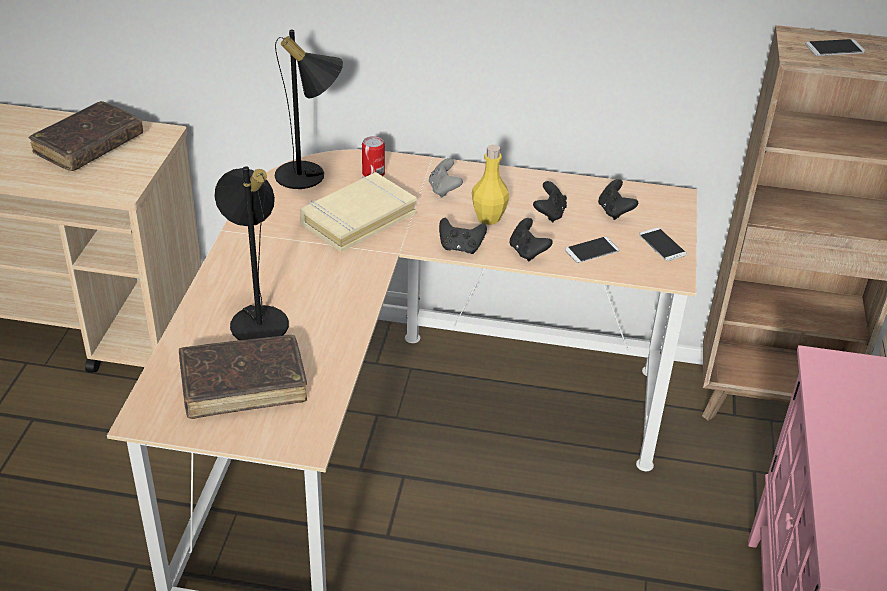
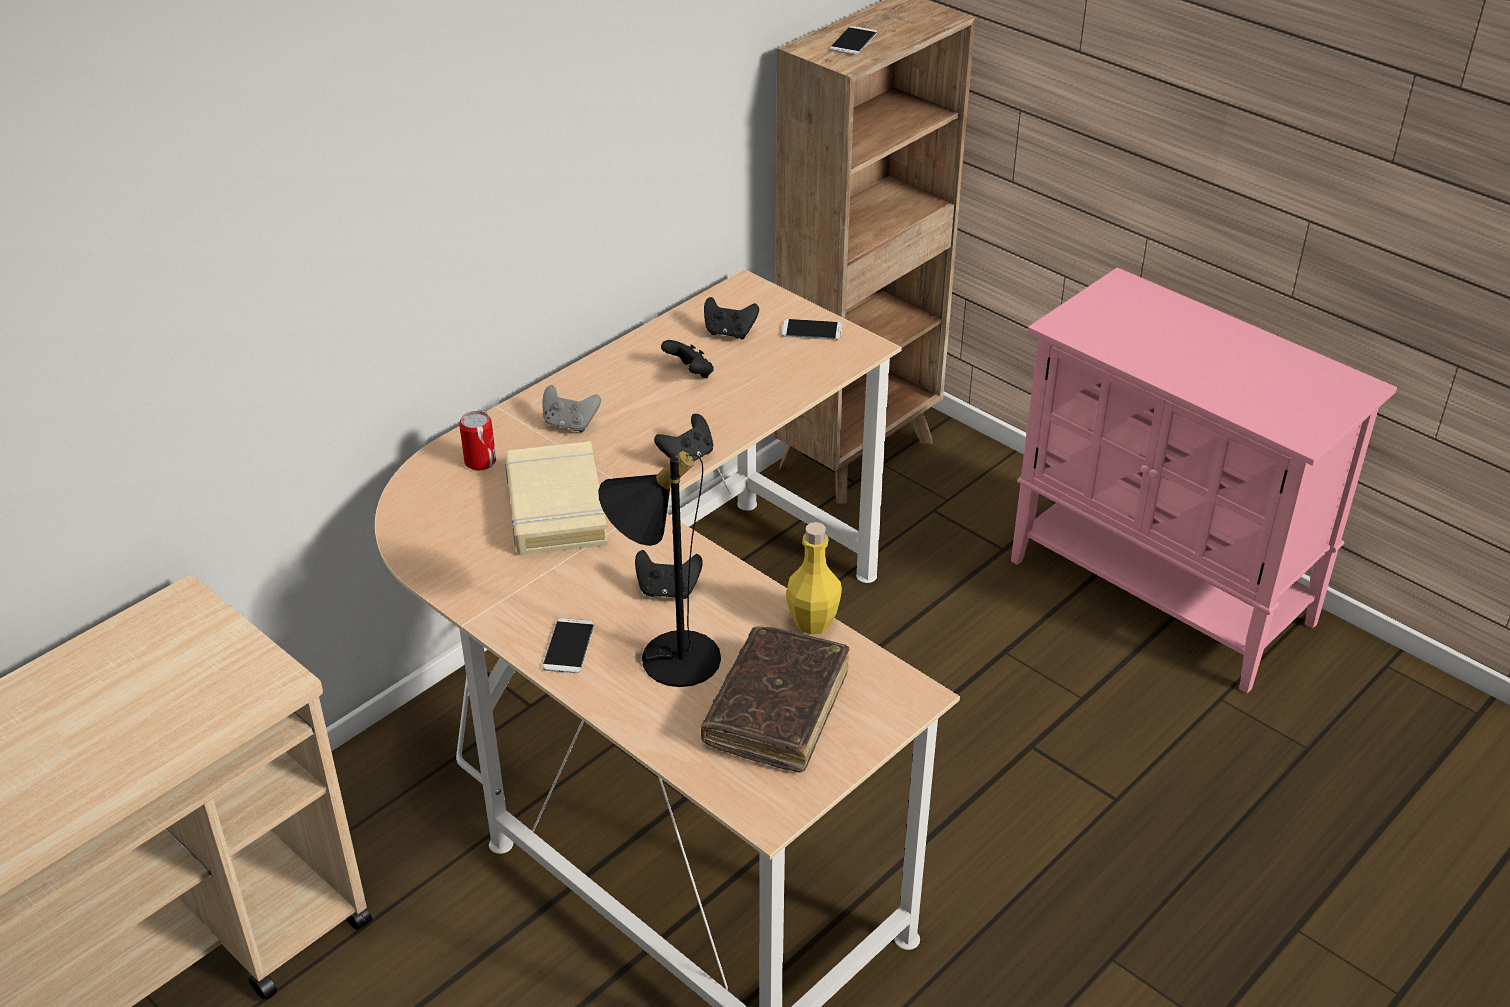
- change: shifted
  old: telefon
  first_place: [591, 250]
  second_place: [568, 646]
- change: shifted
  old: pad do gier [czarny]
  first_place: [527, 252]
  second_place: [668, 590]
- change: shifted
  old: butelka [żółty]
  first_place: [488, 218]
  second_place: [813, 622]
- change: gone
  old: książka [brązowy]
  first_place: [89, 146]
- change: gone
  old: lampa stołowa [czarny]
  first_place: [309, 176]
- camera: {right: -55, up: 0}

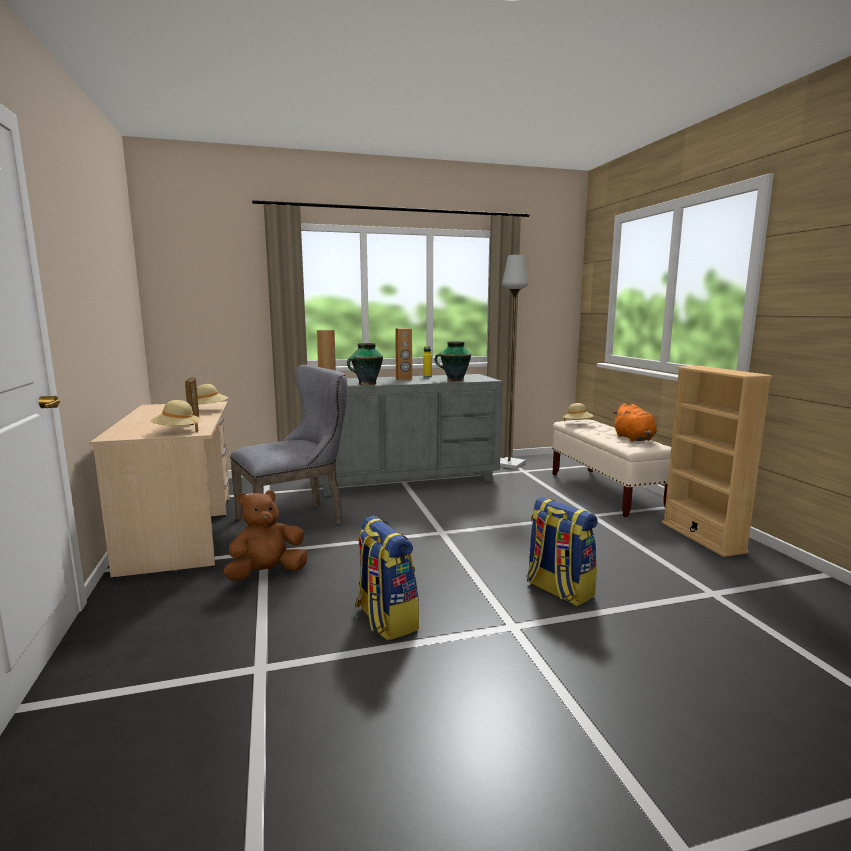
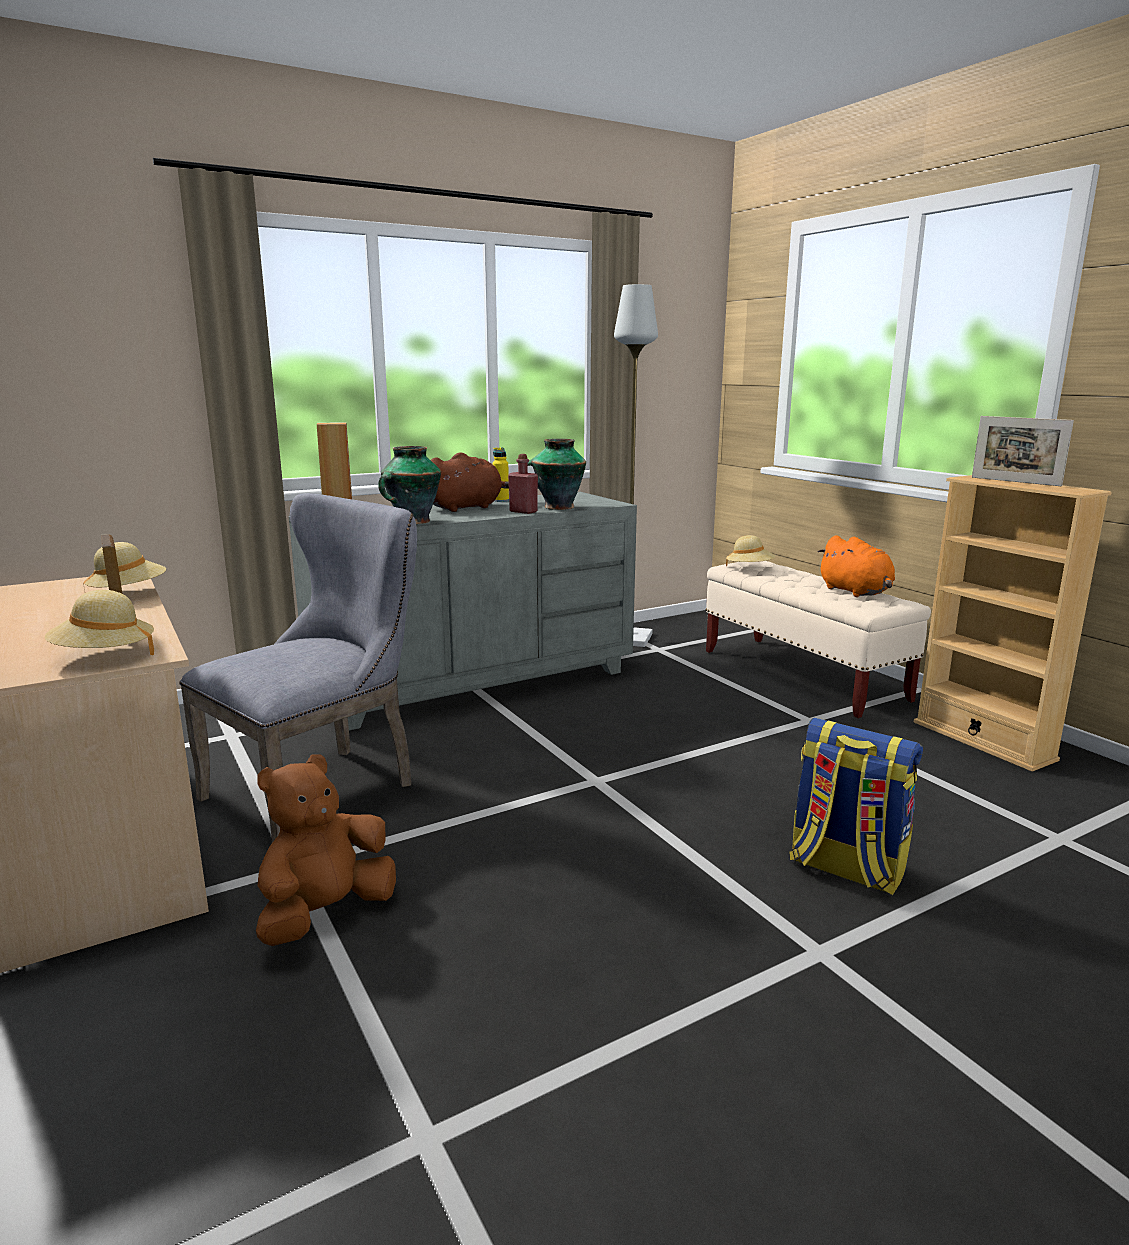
- change: swapped
  old: głośnik [brązowy]
  new: pluszak [brązowy]
  first_place: [404, 379]
  second_place: [466, 507]
- change: new
  new: butelka [czerwony]
  second_place: [523, 511]
- change: new
  new: ramka na zdjęcie
  second_place: [1015, 481]
- change: gone
  old: plecak
  first_place: [385, 620]
- camera: {right: -15, up: 5}

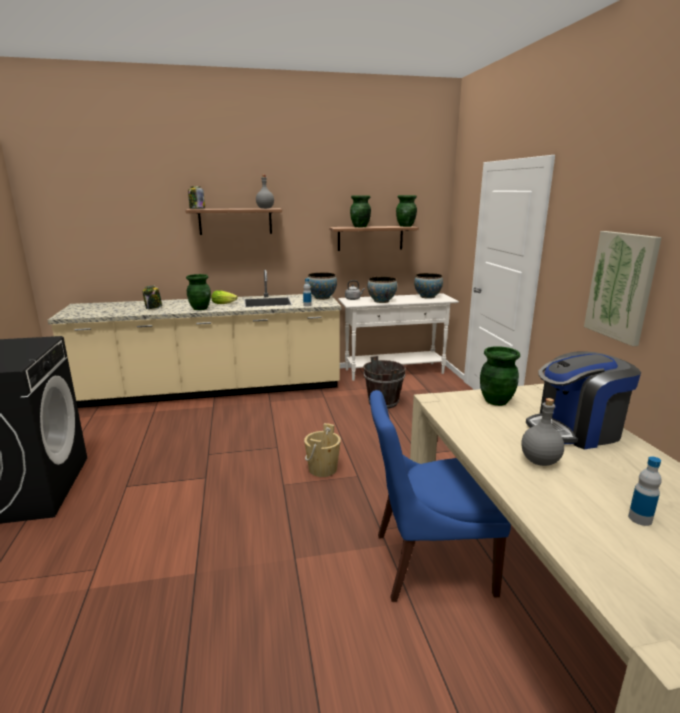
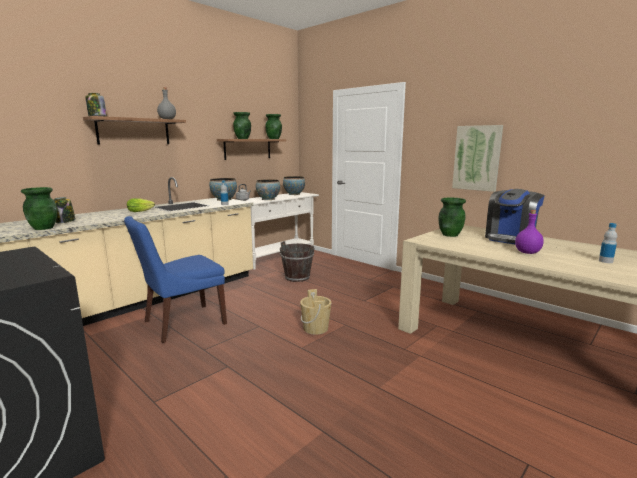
- change: shifted
  old: wazon [zielony]
  first_place: [200, 308]
  second_place: [44, 228]
- change: shifted
  old: krzesło [niebieski]
  first_place: [428, 564]
  second_place: [182, 323]
- change: repainted
  old: butelka [szary]
  new: butelka [fioletowy]
  first_place: [540, 461]
  second_place: [527, 252]
- camera: {right: -35, up: -5}

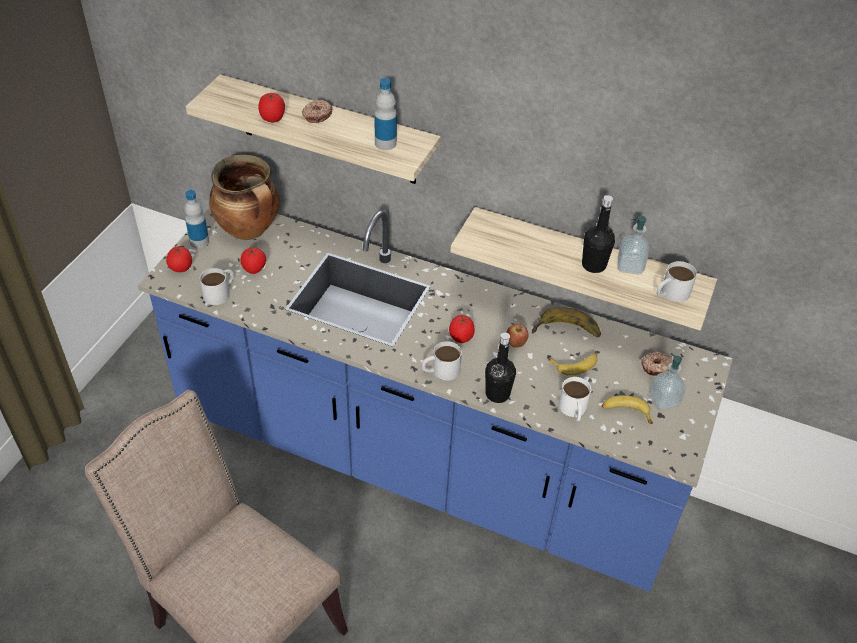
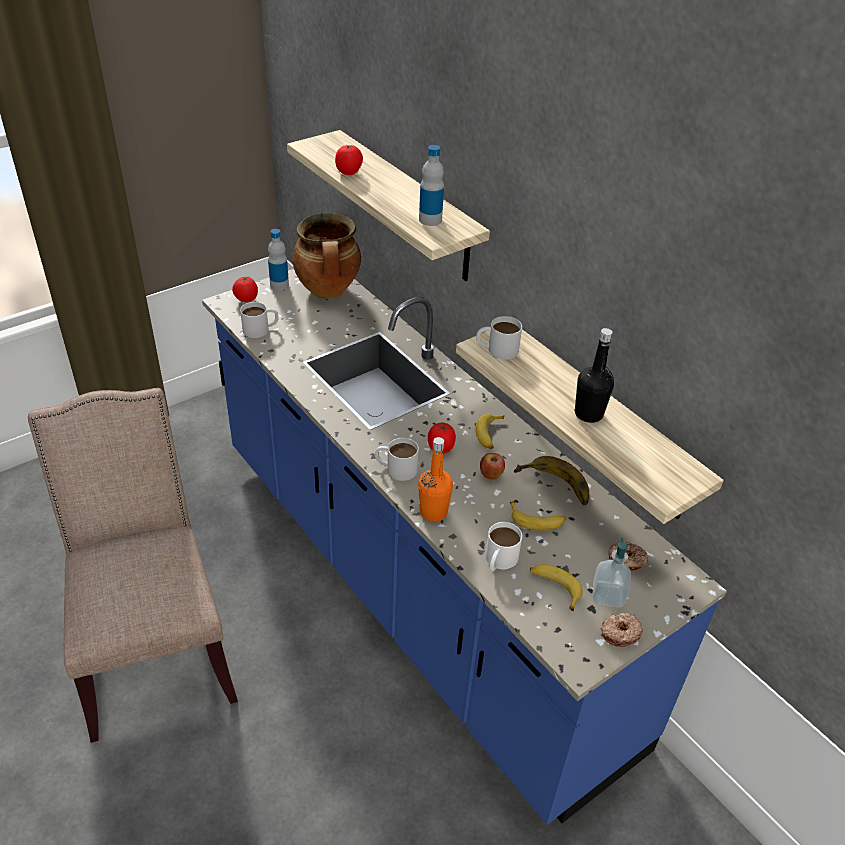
- change: repainted
  old: butelka [czarny]
  new: butelka [pomarańczowy]
  first_place: [497, 394]
  second_place: [433, 512]
- change: new
  new: banan
  second_place: [490, 435]
- change: shifted
  old: kubek [biały]
  first_place: [670, 294]
  second_place: [496, 349]
- change: shifted
  old: donut
  first_place: [317, 115]
  second_place: [620, 633]
- change: gone
  old: pomidor
  first_place: [254, 269]
- change: gone
  old: dozownik mydła
  first_place: [630, 266]
- camera: {right: 30, up: -5}

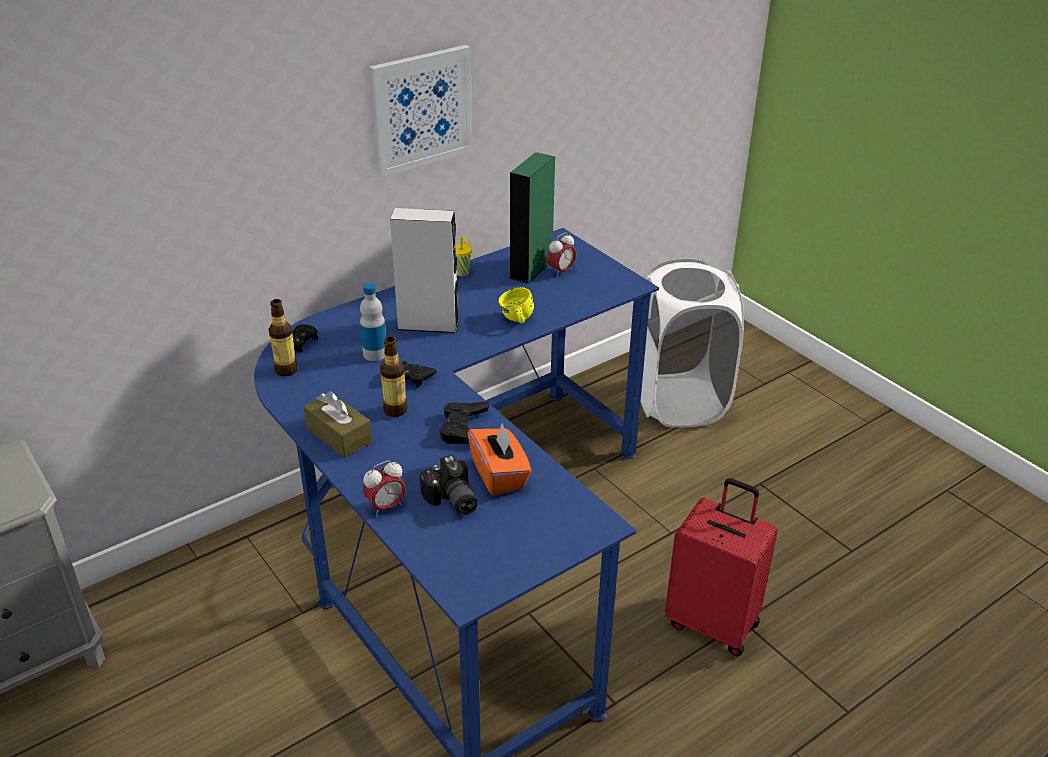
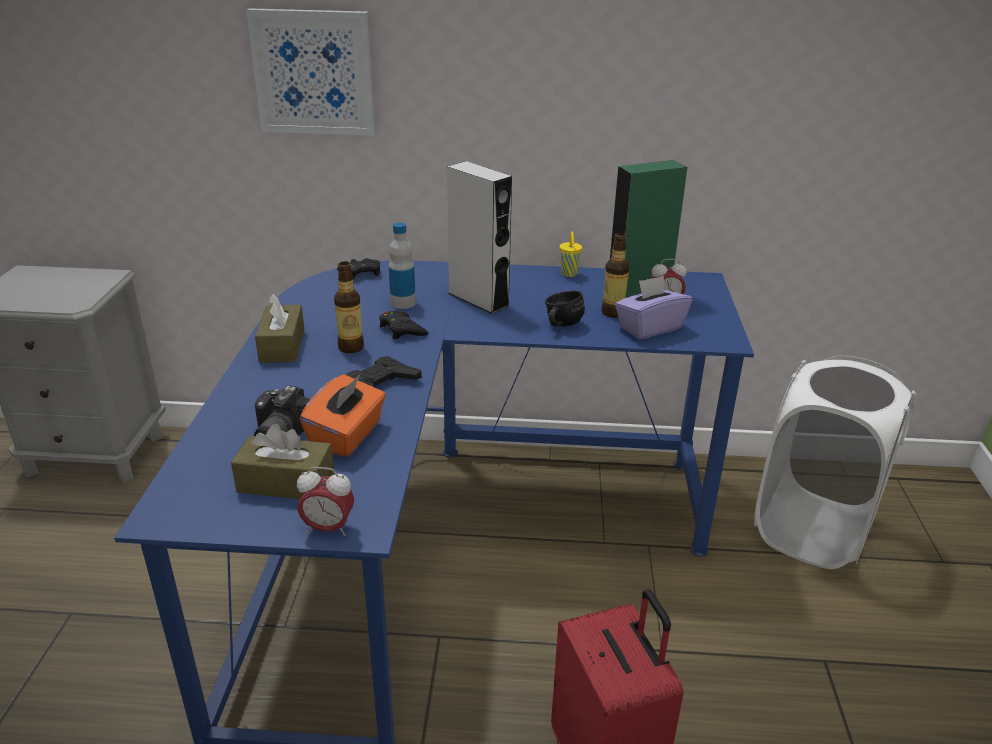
- change: new
  new: pudełko chusteczek [brązowy]
  second_place: [286, 483]
- change: shifted
  old: obraz
  first_place: [421, 109]
  second_place: [314, 72]
- change: shifted
  old: budzik
  first_place: [386, 507]
  second_place: [328, 528]
- change: repainted
  old: kubek [żółty]
  new: kubek [czarny]
  first_place: [516, 320]
  second_place: [560, 325]
- change: shifted
  old: butelka
  first_place: [286, 370]
  second_place: [613, 313]
- change: new
  new: pudełko chusteczek [fioletowy]
  second_place: [649, 328]
- camera: {right: 40, up: -5}

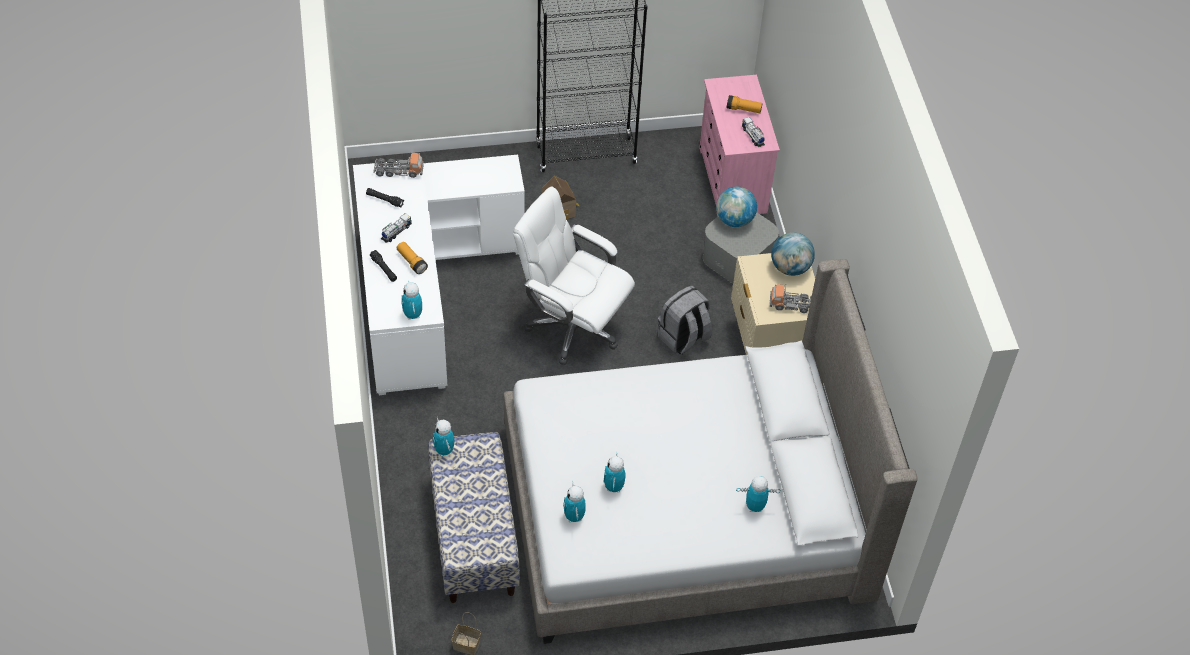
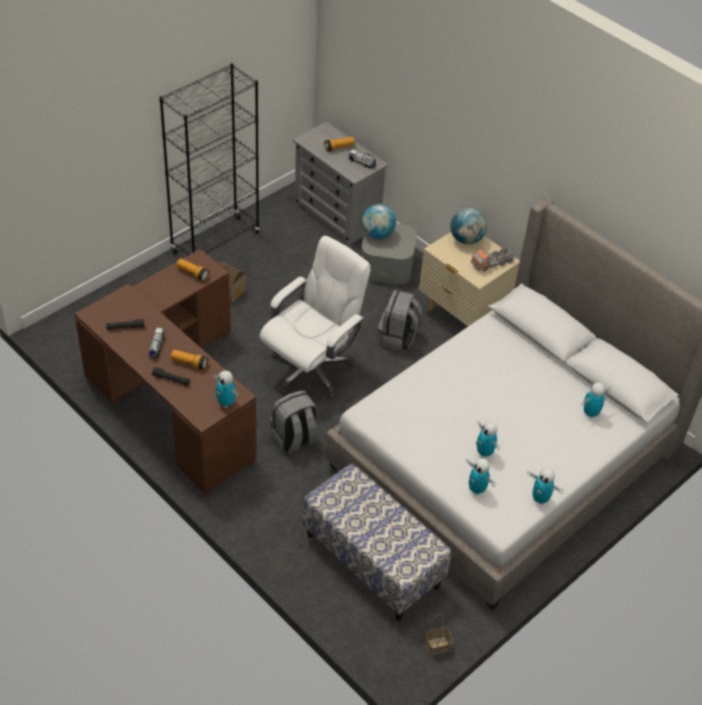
- change: repainted
  old: biurko [biały]
  new: biurko [brązowy]
  first_place: [422, 290]
  second_place: [172, 398]
- change: new
  new: latarka
  second_place: [192, 273]
- change: rotated
  old: krzesło biurowe [biały]
  first_place: [572, 327]
  second_place: [312, 369]
  degrees: 135
- change: new
  new: plecak [szary]
  second_place: [294, 440]
- change: repainted
  old: komoda [różowy]
  new: komoda [szary]
  first_place: [732, 180]
  second_place: [337, 215]
- change: shifted
  old: robot zabawkowy
  first_place: [444, 451]
  second_place: [540, 499]
- change: gone
  old: ciężarówka zabawkowa
  first_place: [399, 171]
- camera: {right: -35, up: -5}

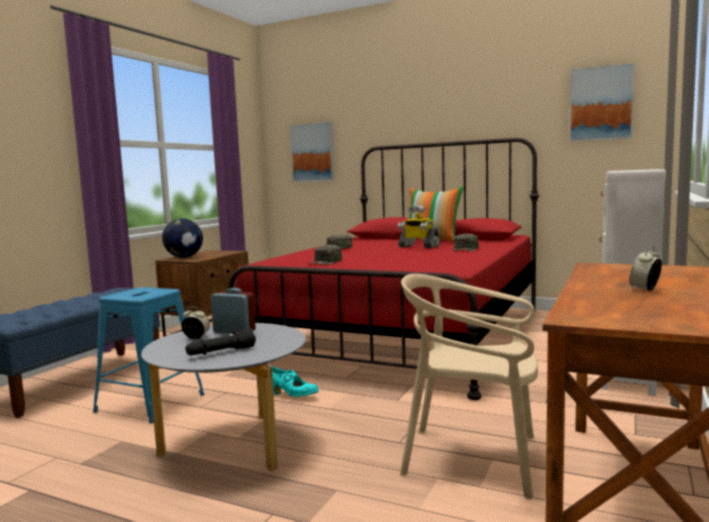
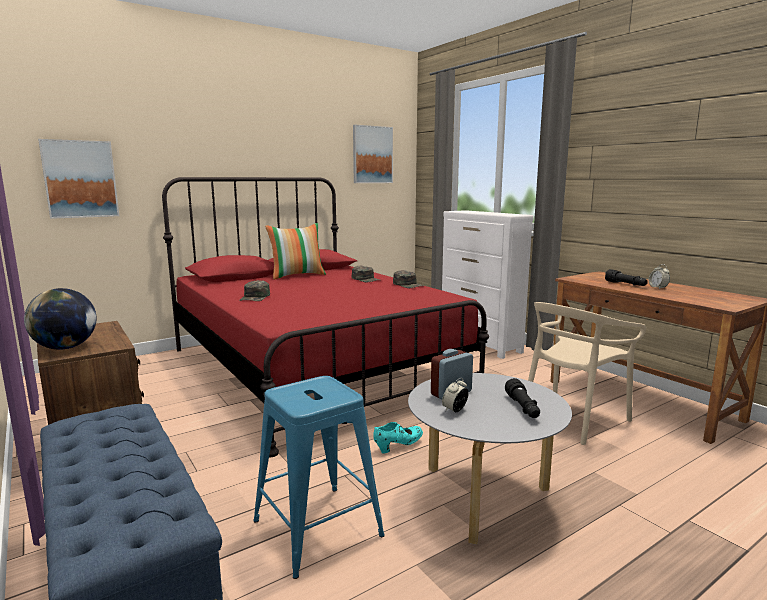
- change: shifted
  old: czapka z daszkiem [zielony]
  first_place: [325, 262]
  second_place: [408, 285]
- change: new
  new: latarka [czarny]
  second_place: [626, 284]
- change: gone
  old: robot zabawkowy
  first_place: [418, 246]
- camera: {right: -60, up: 5}

